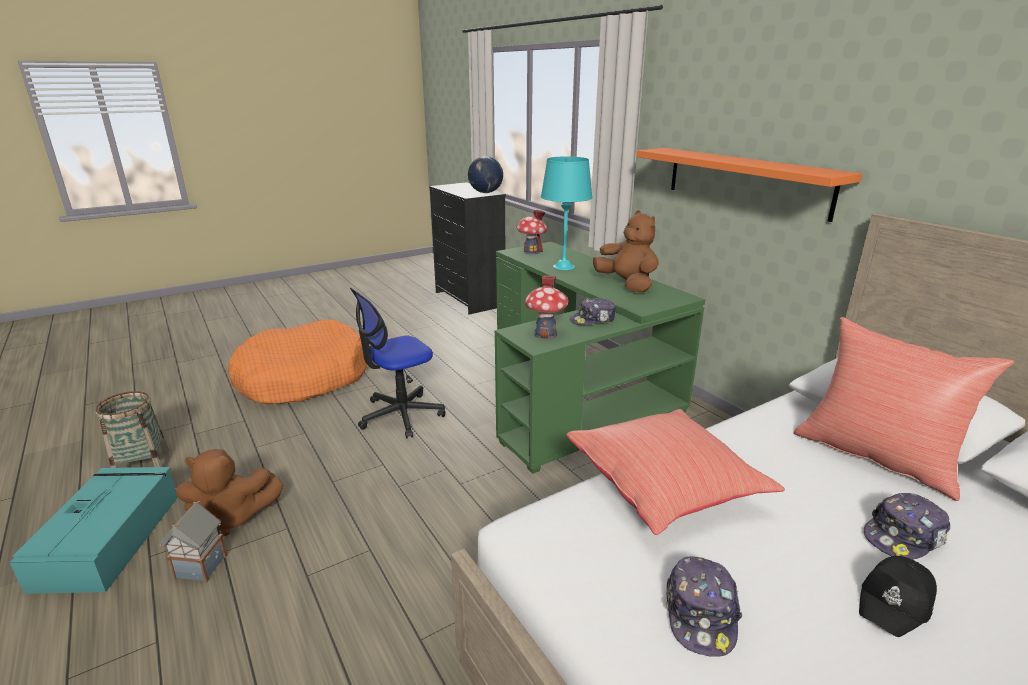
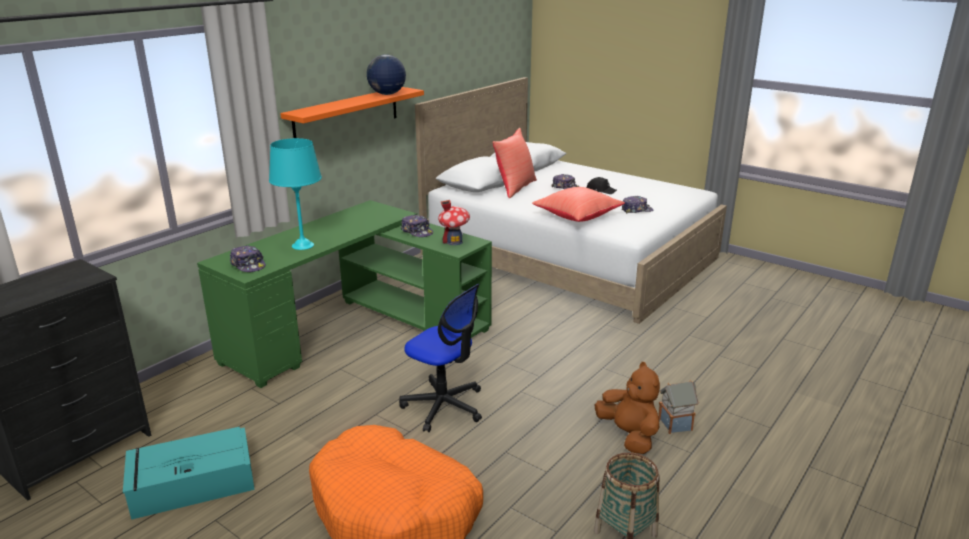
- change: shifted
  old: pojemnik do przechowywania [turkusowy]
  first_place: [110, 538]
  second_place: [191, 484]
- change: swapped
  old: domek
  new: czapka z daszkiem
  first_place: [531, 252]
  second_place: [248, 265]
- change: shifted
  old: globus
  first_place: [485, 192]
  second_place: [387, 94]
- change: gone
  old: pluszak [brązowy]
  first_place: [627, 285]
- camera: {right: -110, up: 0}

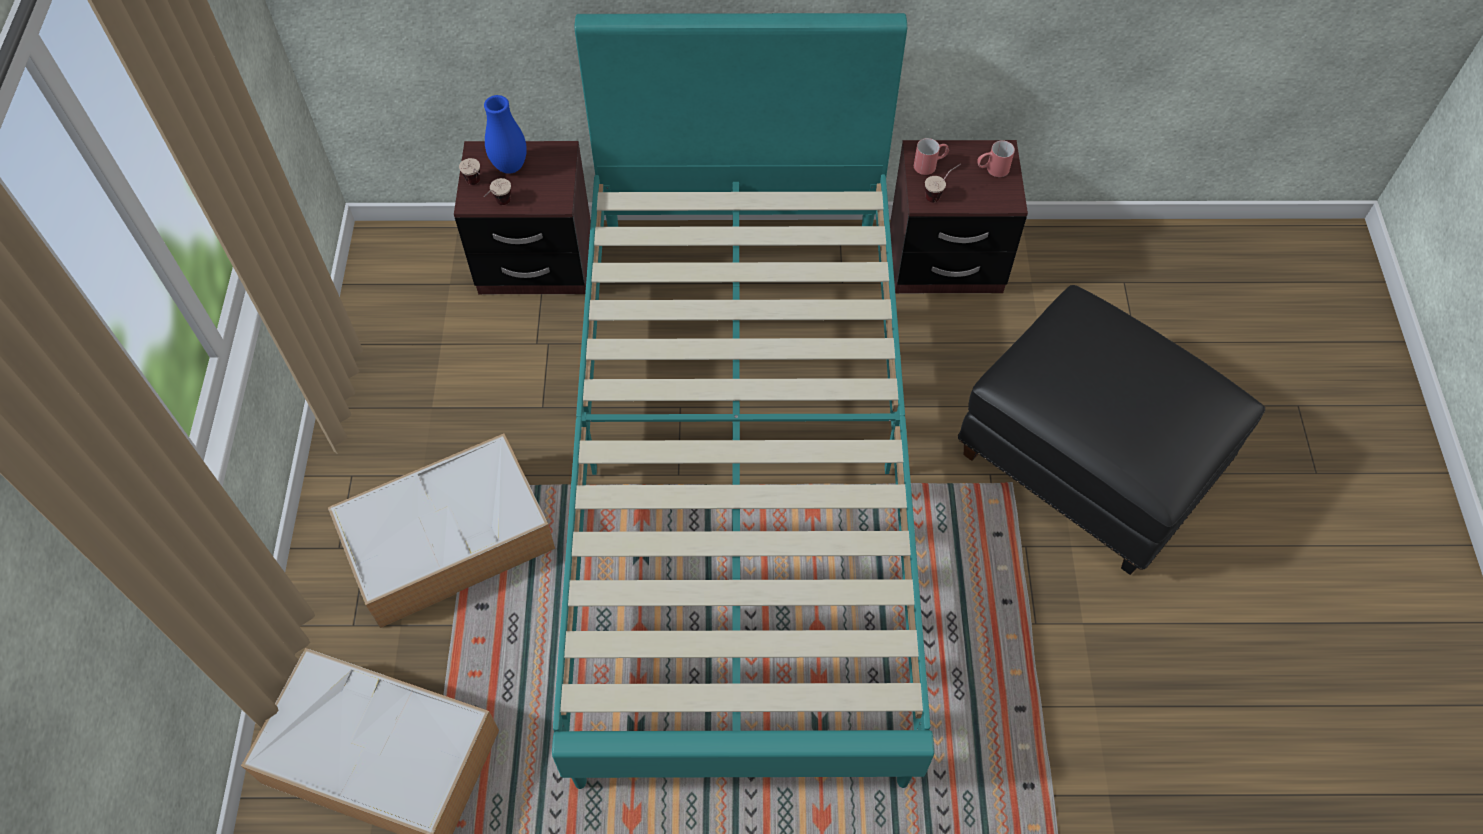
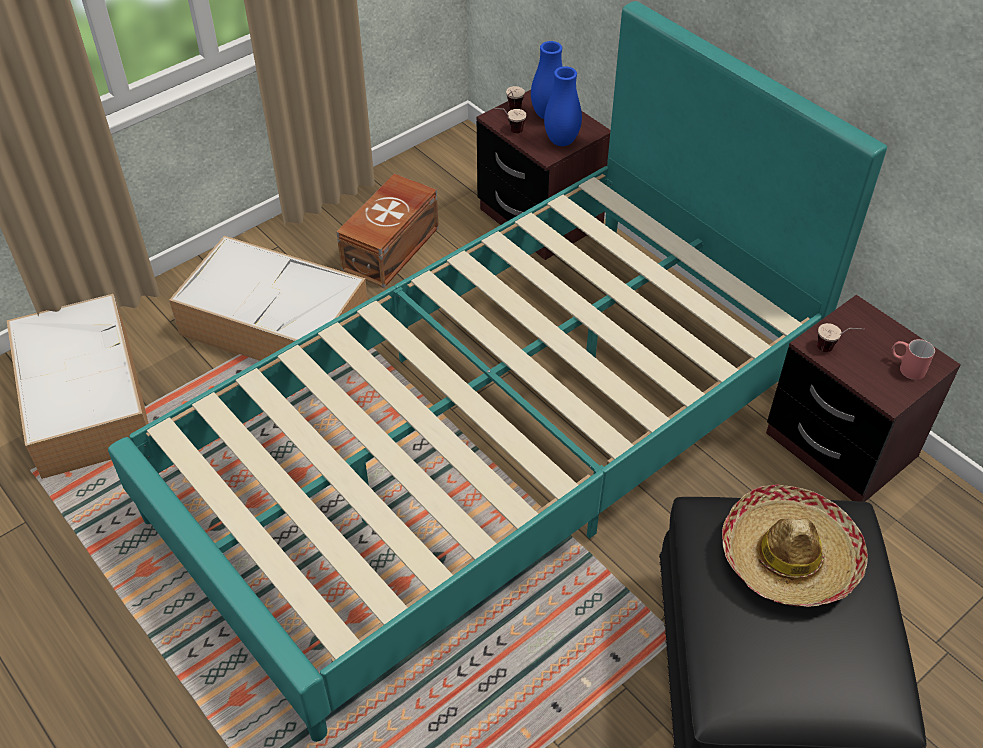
- change: new
  new: pojemnik do przechowywania [brązowy]
  second_place: [393, 248]
- change: new
  new: wazon [niebieski]
  second_place: [561, 141]
- change: new
  new: kapelusz
  second_place: [789, 557]
- change: gone
  old: kubek [czerwony]
  first_place: [930, 165]
- camera: {right: 50, up: -10}

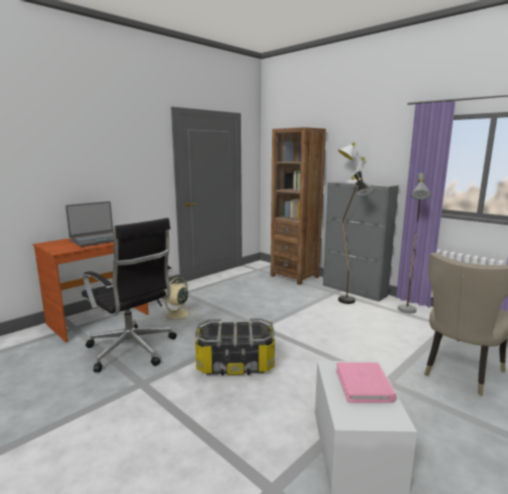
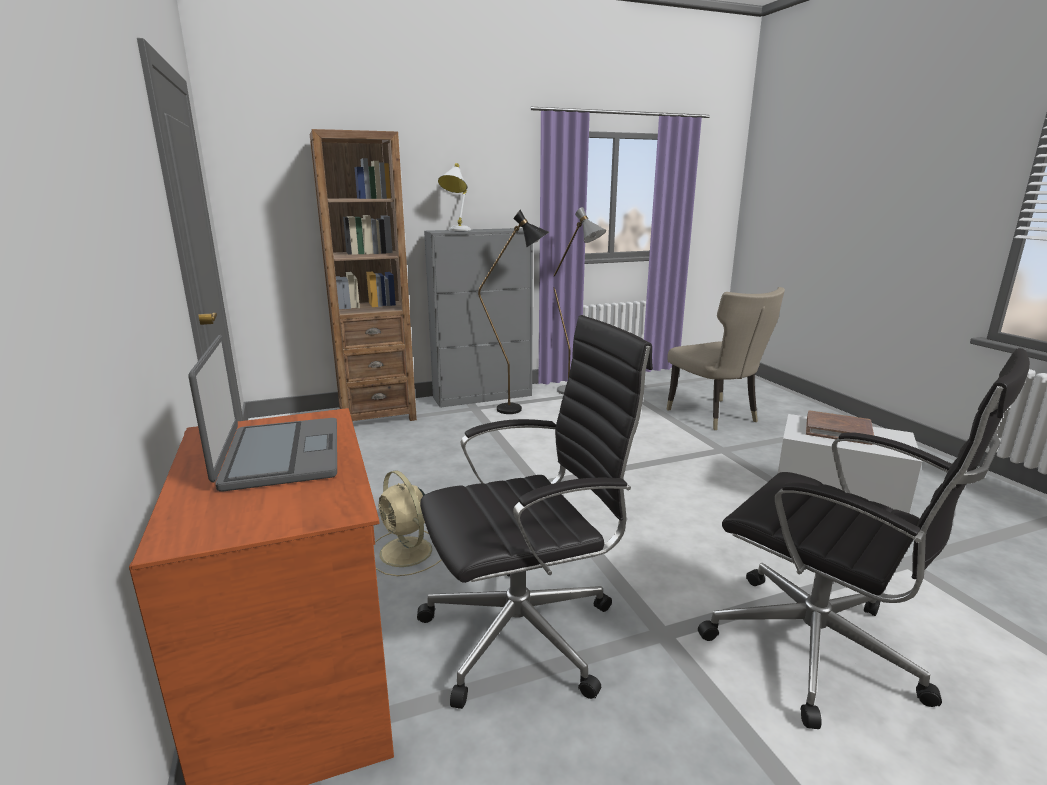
- change: new
  new: krzesło biurowe [czarny]
  second_place: [819, 651]
- change: repainted
  old: książka [różowy]
  new: książka [brązowy]
  first_place: [364, 385]
  second_place: [837, 430]
- change: gone
  old: pojemnik do przechowywania
  first_place: [235, 364]
- camera: {right: -65, up: 5}

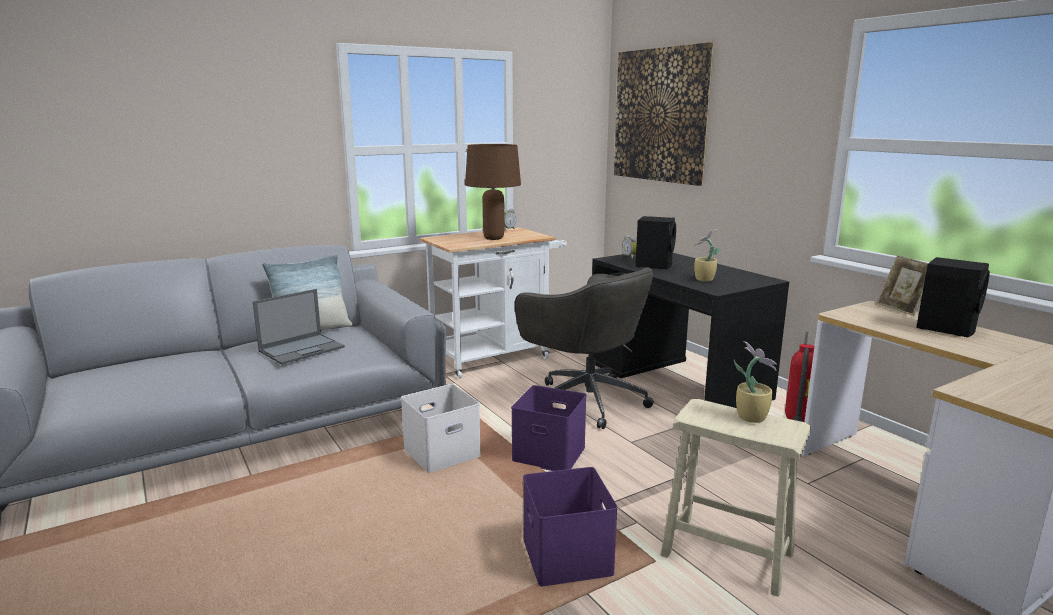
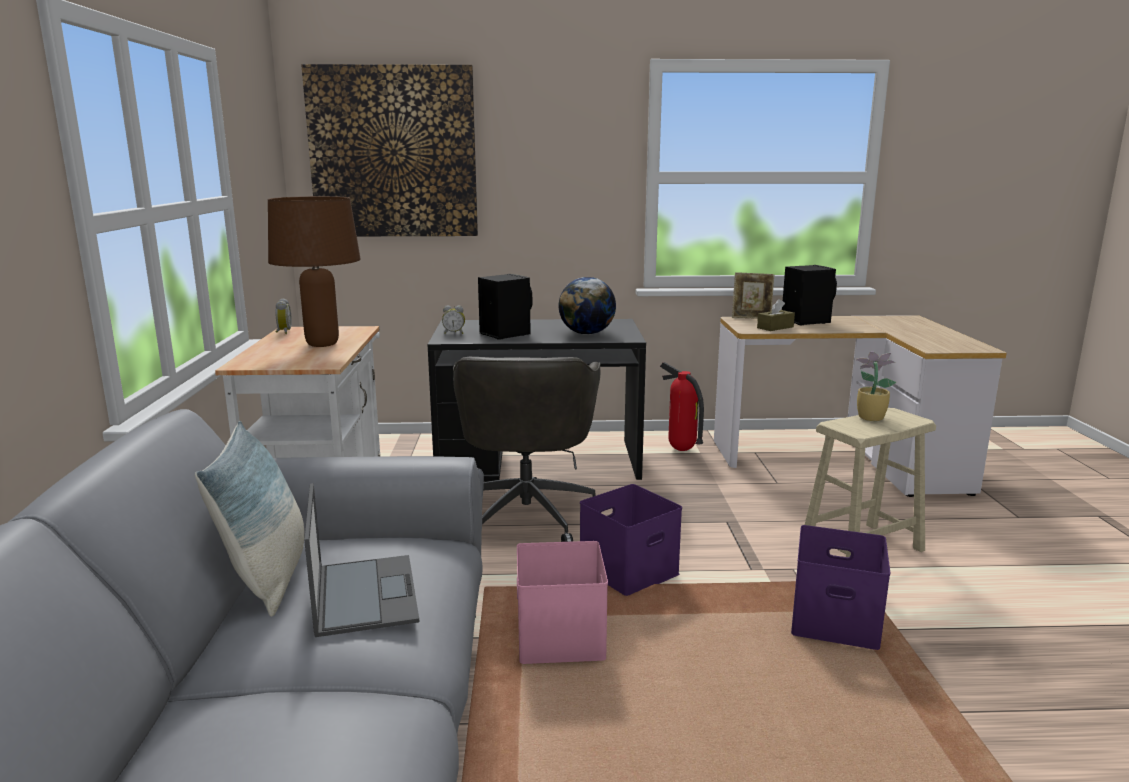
- change: rotated
  old: krzesło biurowe [szary]
  first_place: [586, 400]
  second_place: [527, 514]
  degrees: 105
- change: repainted
  old: pojemnik do przechowywania [biały]
  new: pojemnik do przechowywania [różowy]
  first_place: [442, 452]
  second_place: [558, 637]
- change: swapped
  old: roślina doniczkowa
  new: globus
  first_place: [703, 279]
  second_place: [587, 334]
- change: new
  new: pudełko chusteczek [brązowy]
  second_place: [775, 327]
- camera: {right: -60, up: 0}

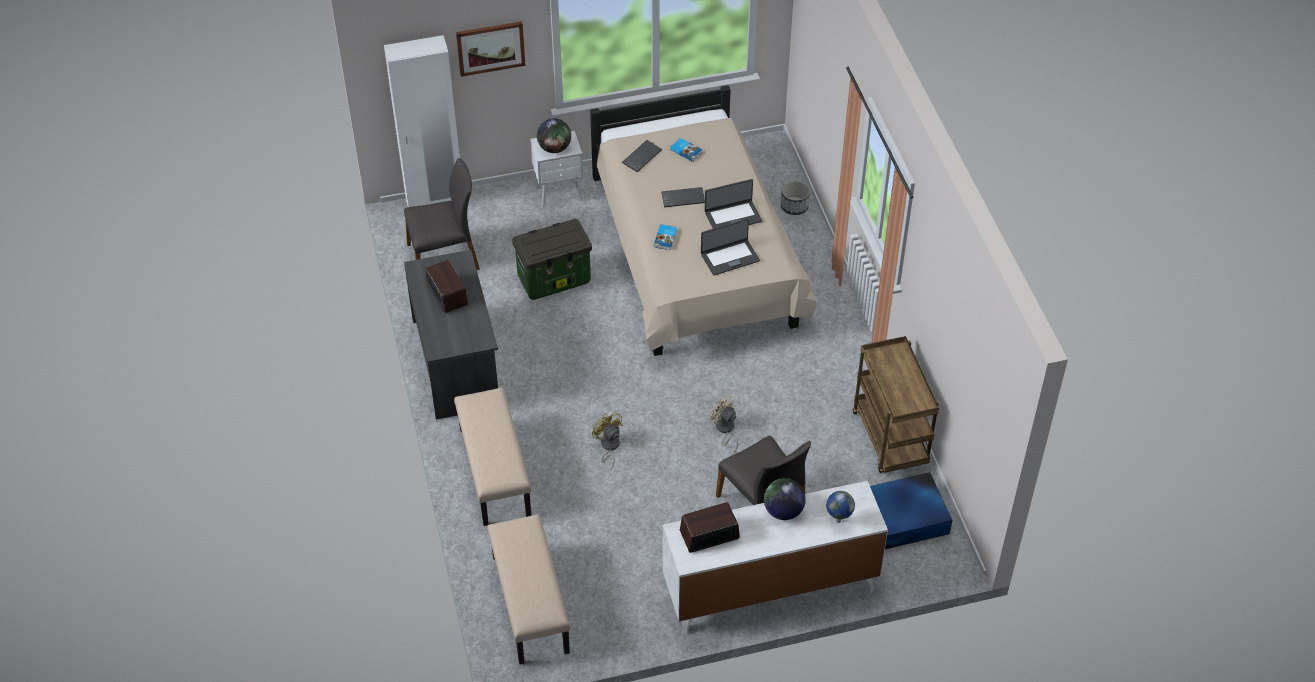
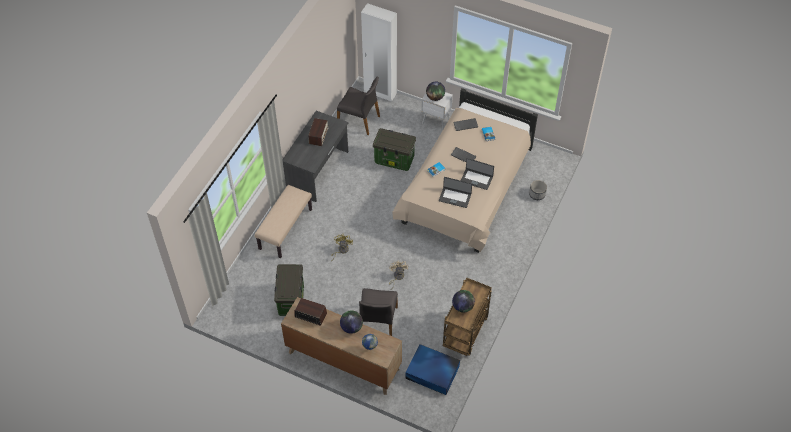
- change: new
  new: pojemnik do przechowywania
  second_place: [291, 299]
- change: repainted
  old: komoda [biały]
  new: komoda [brązowy]
  first_place: [769, 589]
  second_place: [343, 360]
- change: new
  new: globus
  second_place: [462, 306]
- change: gone
  old: obraz
  first_place: [490, 47]
- change: gone
  old: ławka [beżowy]
  first_place: [529, 604]
- camera: {right: 40, up: 5}

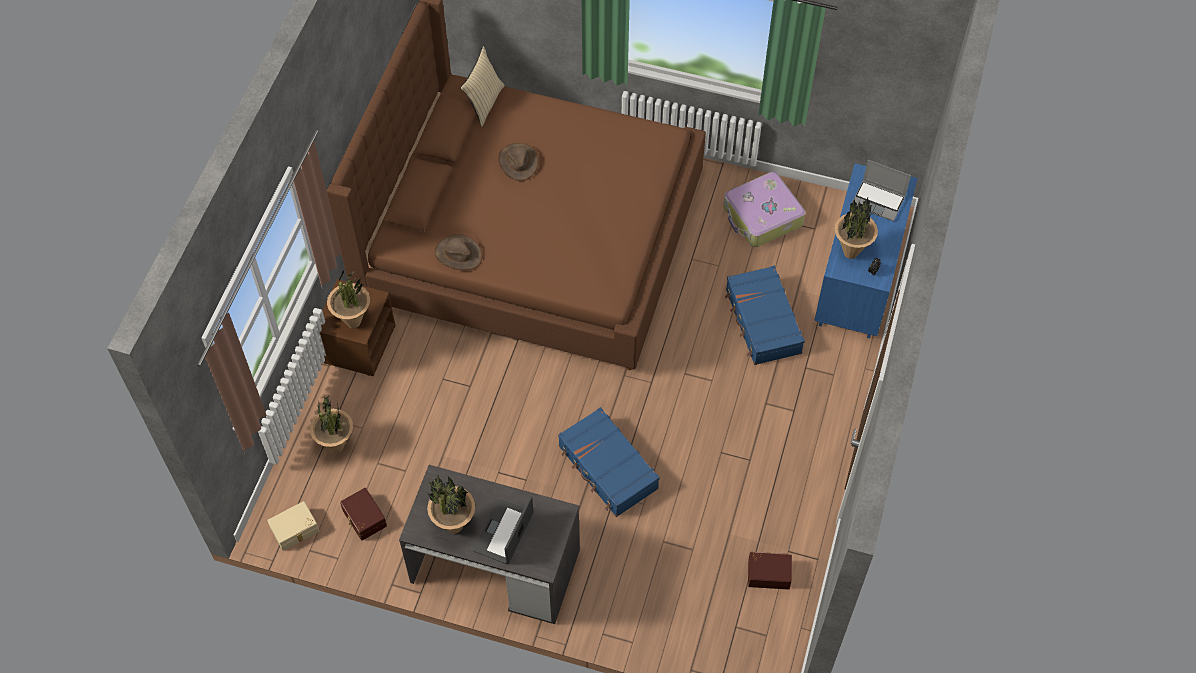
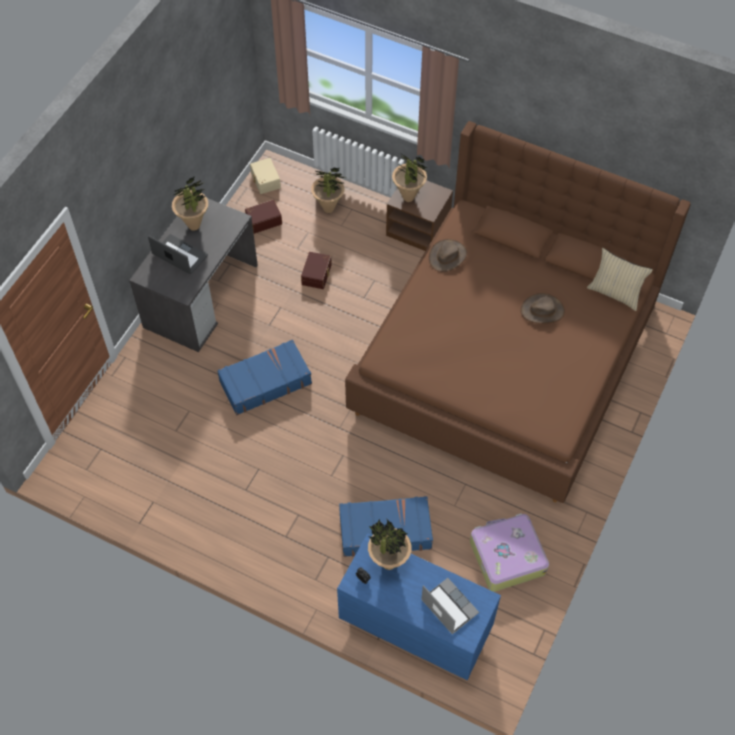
- change: shifted
  old: pojemnik do przechowywania [brązowy]
  first_place: [768, 573]
  second_place: [317, 274]
- change: rotated
  old: laptop
  first_place: [879, 201]
  second_place: [448, 606]
  degrees: 105
- camera: {right: 100, up: 0}

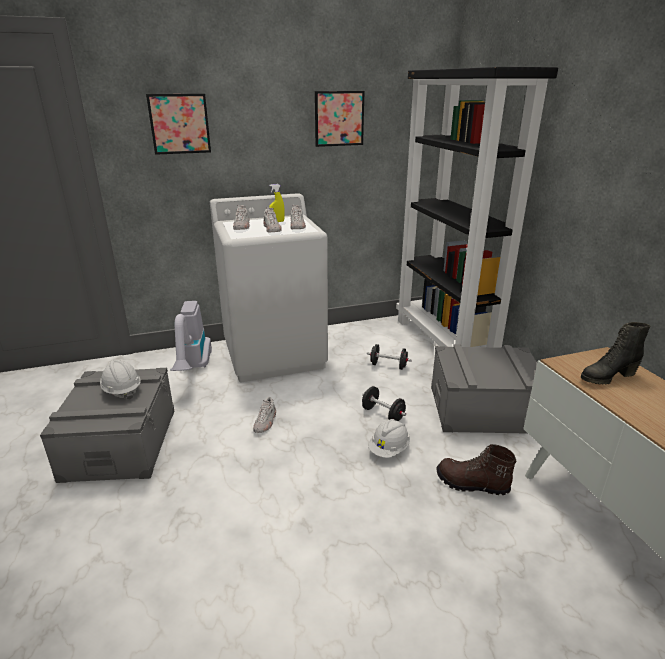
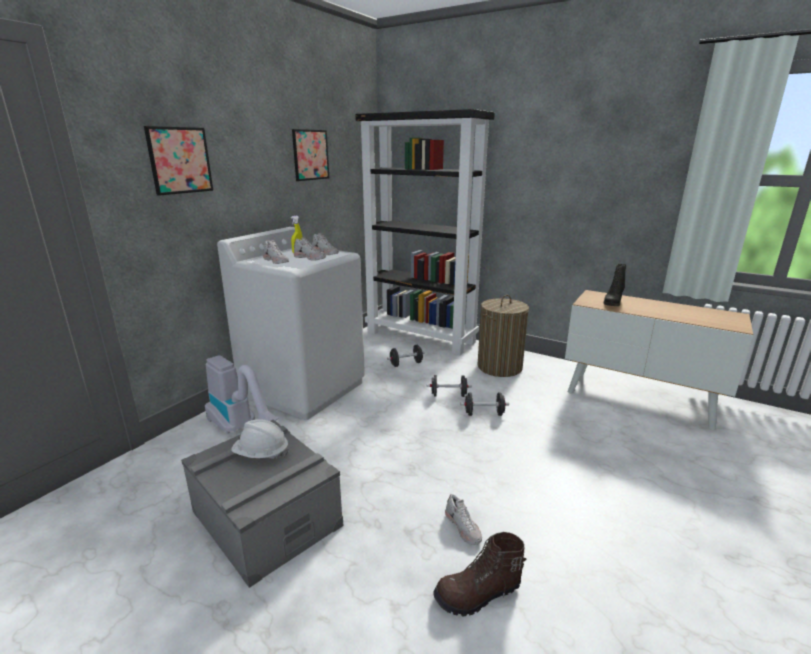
- change: shifted
  old: but z cholewką [brązowy]
  first_place: [471, 484]
  second_place: [478, 594]
- change: shifted
  old: but [biały]
  first_place: [265, 422]
  second_place: [463, 527]
- change: swapped
  old: kask [biały]
  new: hantel [czarny]
  first_place: [389, 449]
  second_place: [484, 413]
- change: swapped
  old: pojemnik do przechowywania [szary]
  new: kosz na pranie
  first_place: [483, 409]
  second_place: [499, 367]
- camera: {right: -40, up: -5}

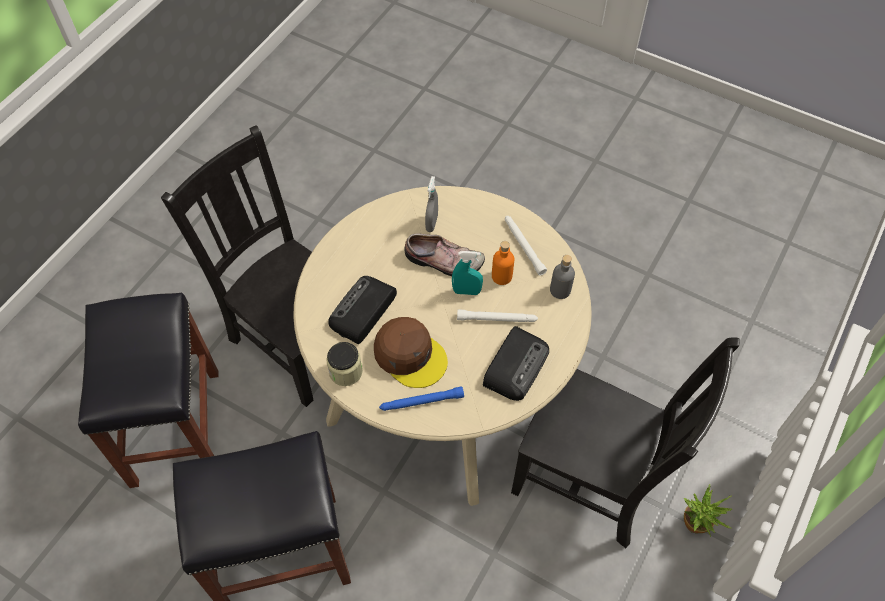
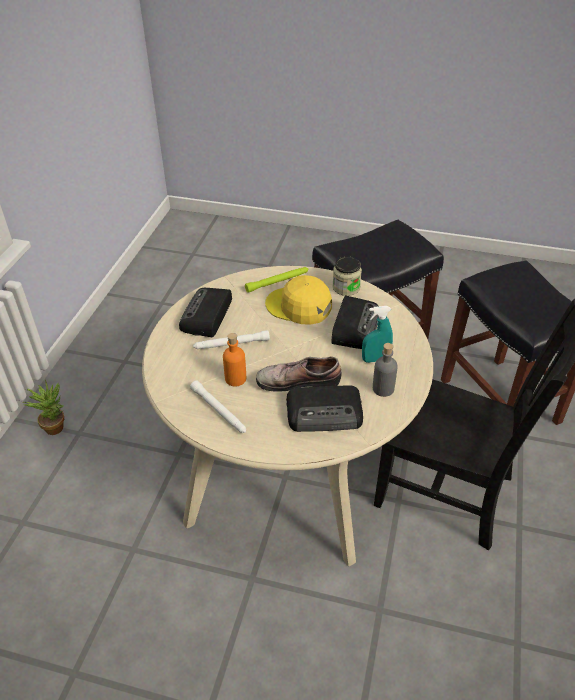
- change: repainted
  old: latarka [niebieski]
  new: latarka [zielony]
  first_place: [421, 402]
  second_place: [277, 282]
- change: repainted
  old: czapka z daszkiem [brązowy]
  new: czapka z daszkiem [żółty]
  first_place: [410, 355]
  second_place: [299, 306]
- change: swapped
  old: spryskiwacz [szary]
  new: radio
  first_place: [431, 223]
  second_place: [325, 413]
- change: shifted
  old: spryskiwacz [turkusowy]
  first_place: [466, 291]
  second_place: [375, 359]
- change: shifted
  old: butelka [szary]
  first_place: [560, 290]
  second_place: [383, 389]
- change: gone
  old: krzesło [czarny]
  first_place: [592, 479]
- camera: {right: 165, up: -15}

